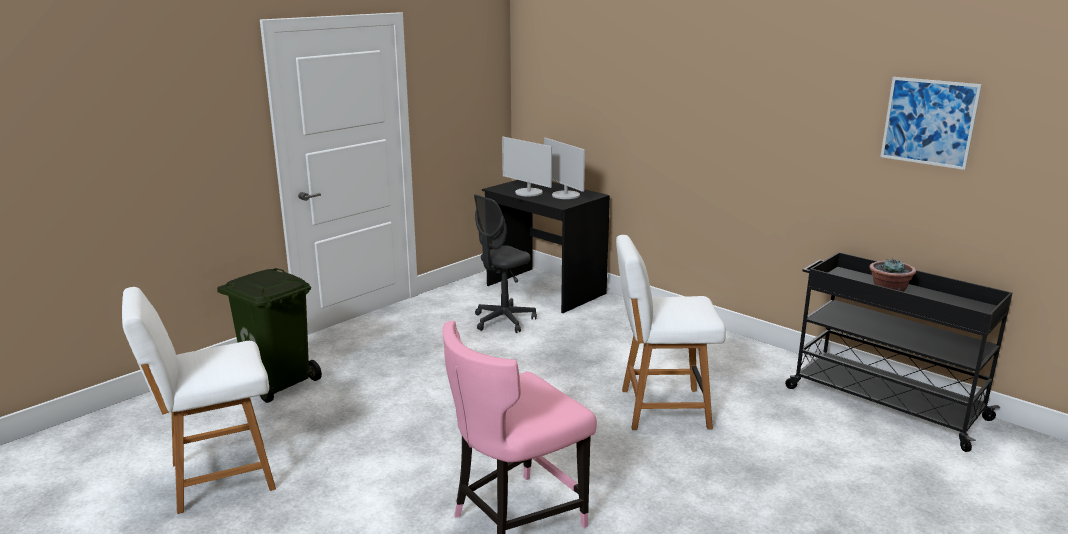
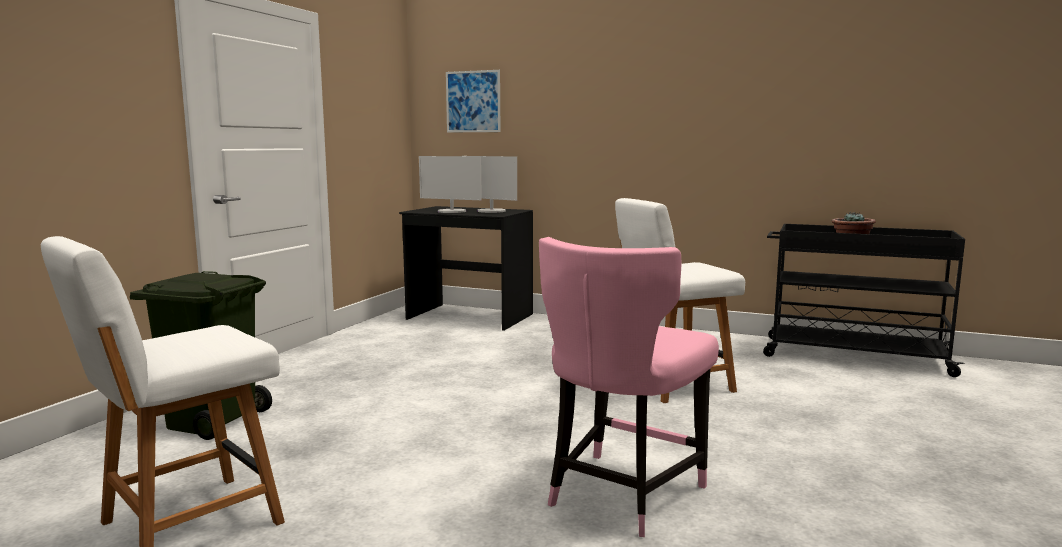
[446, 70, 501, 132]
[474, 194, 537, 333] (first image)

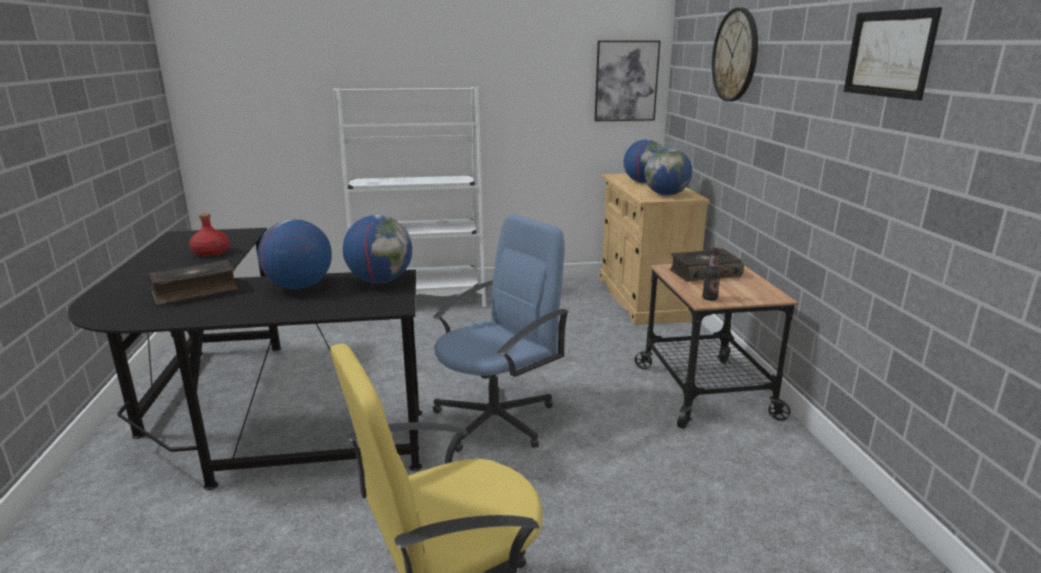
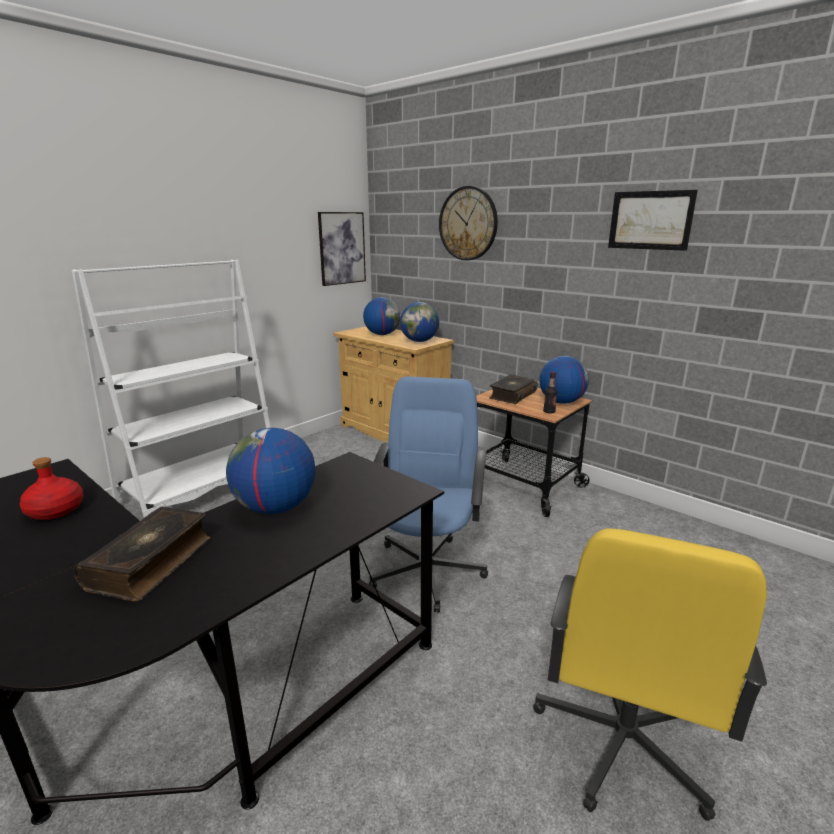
[539, 356, 589, 404]

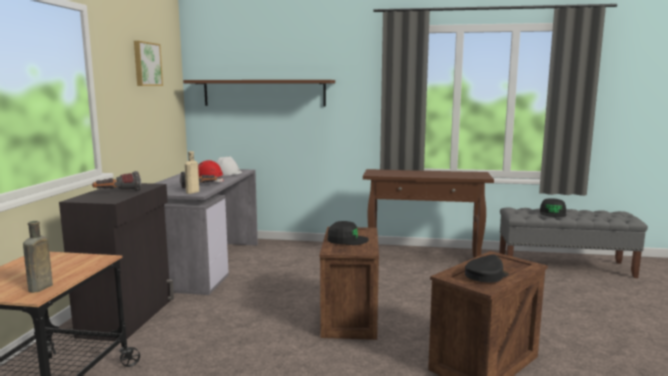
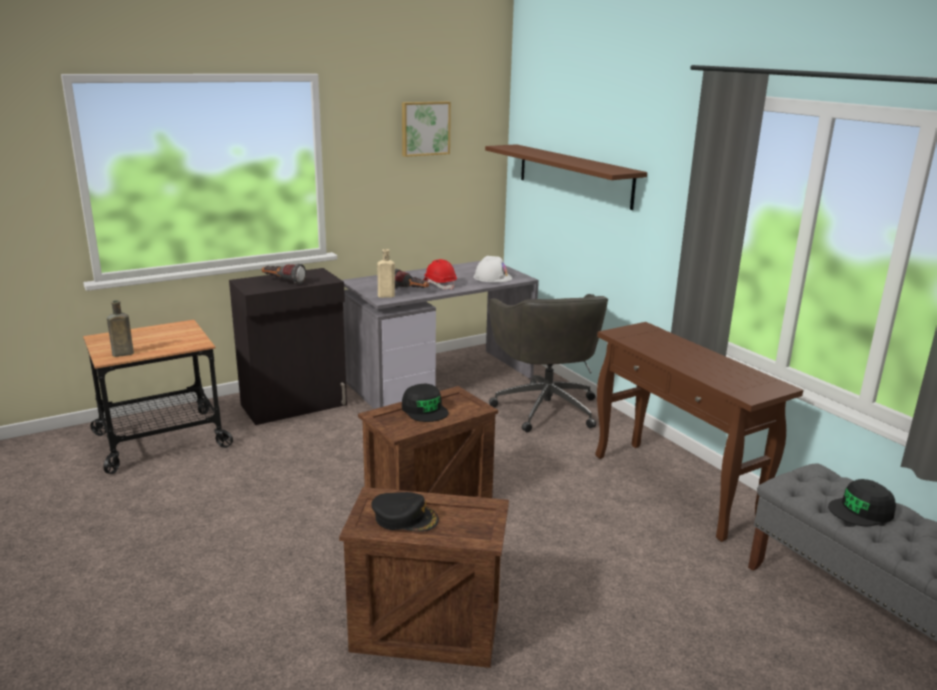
[489, 294, 608, 432]

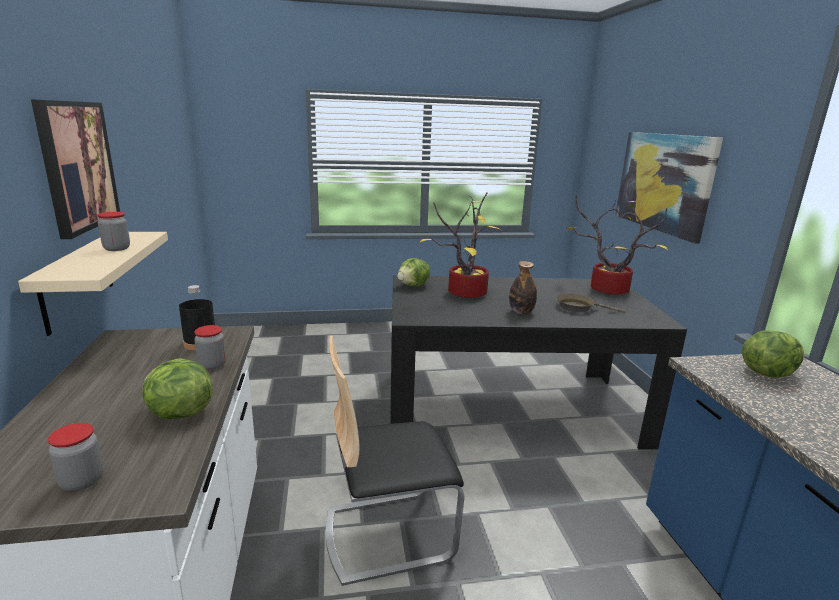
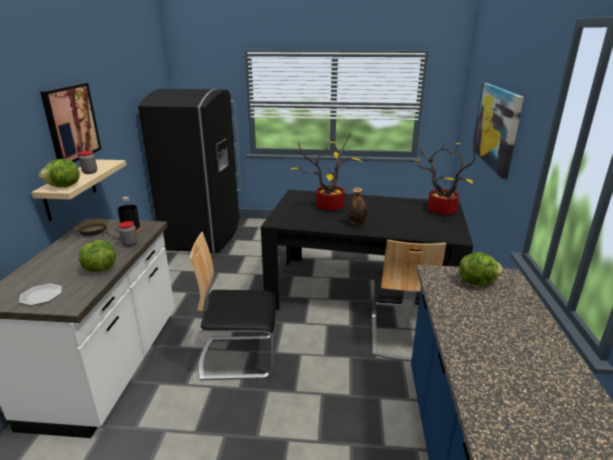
[19, 283, 62, 306]
[39, 159, 80, 187]
[74, 219, 120, 240]
[138, 89, 241, 253]
[372, 240, 446, 361]

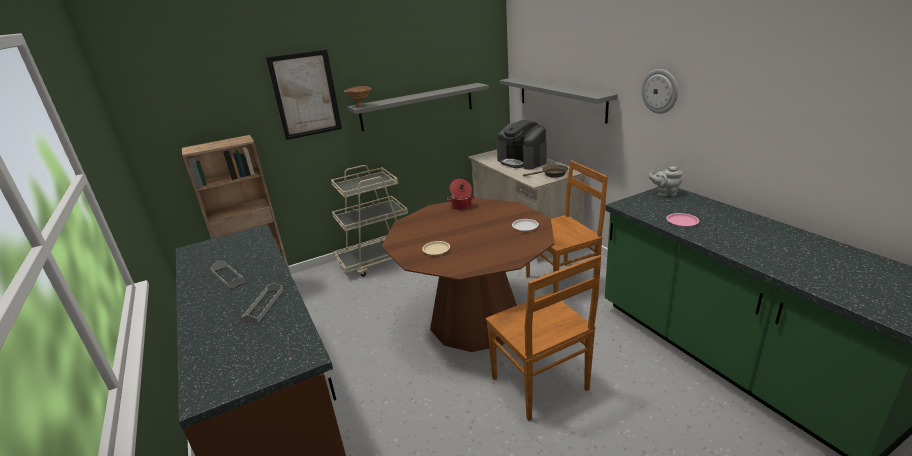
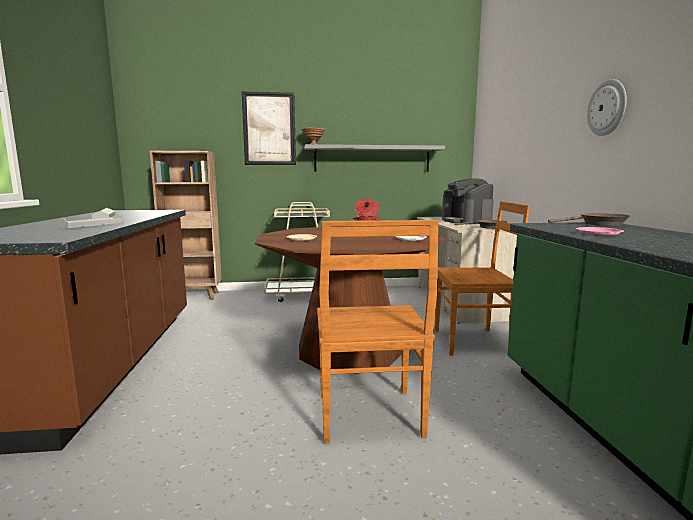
[548, 213, 630, 226]
[500, 77, 618, 124] (first image)

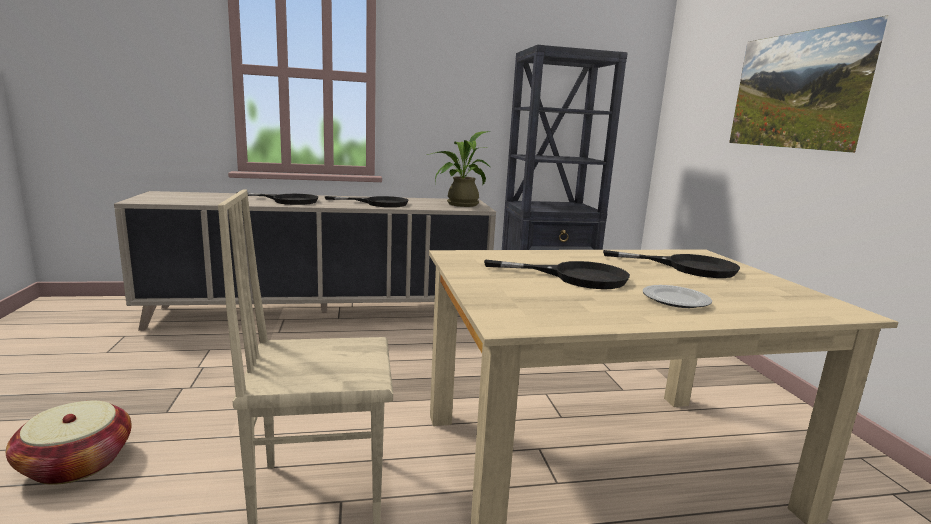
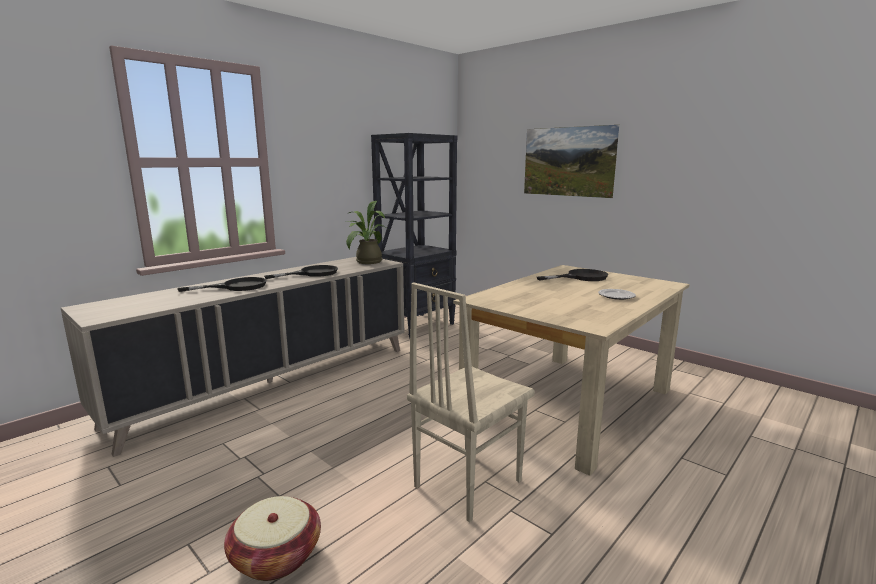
[484, 260, 630, 289] (first image)

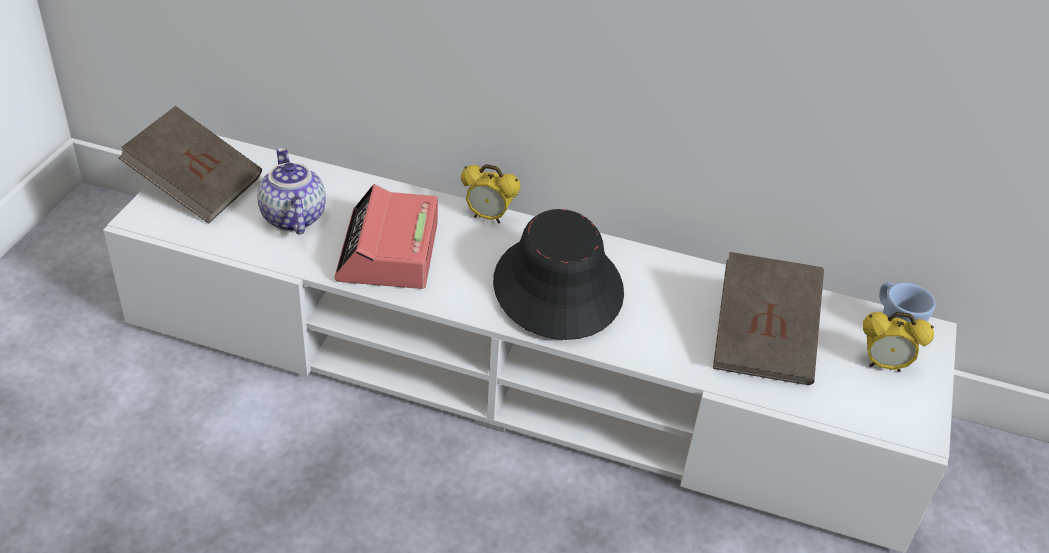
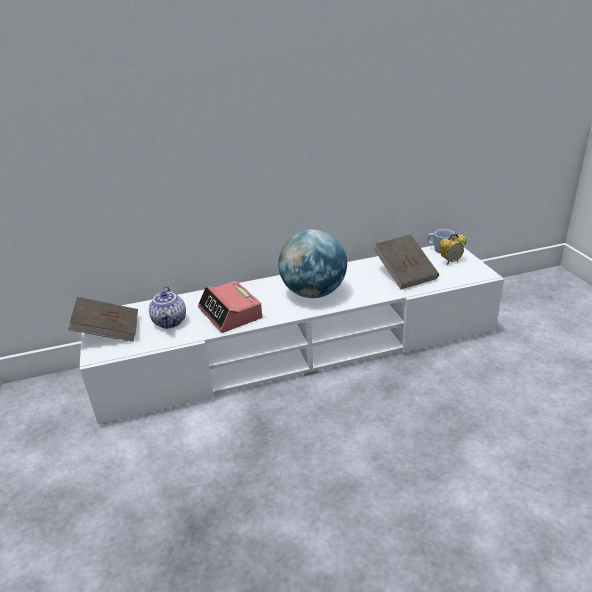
[149, 286, 186, 329]
[278, 229, 347, 298]
[461, 164, 521, 224] (first image)

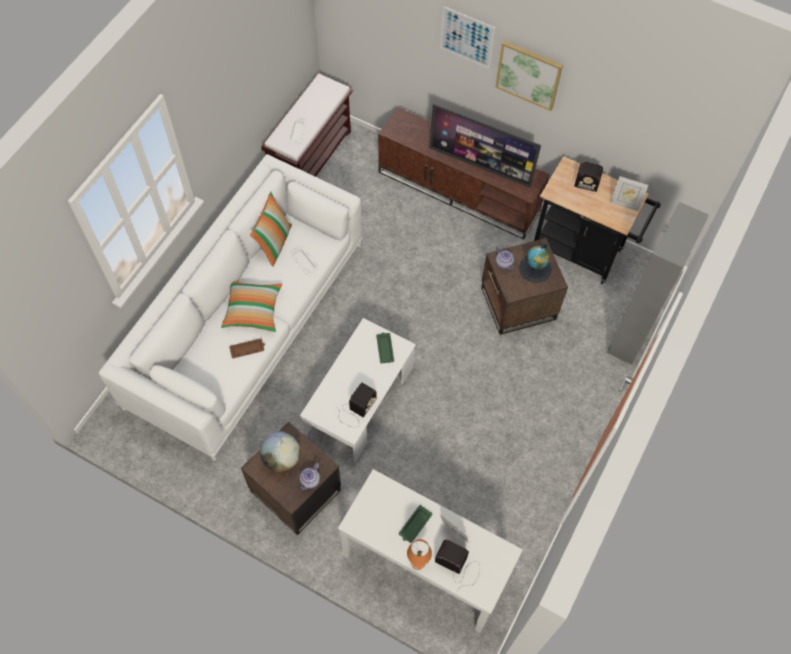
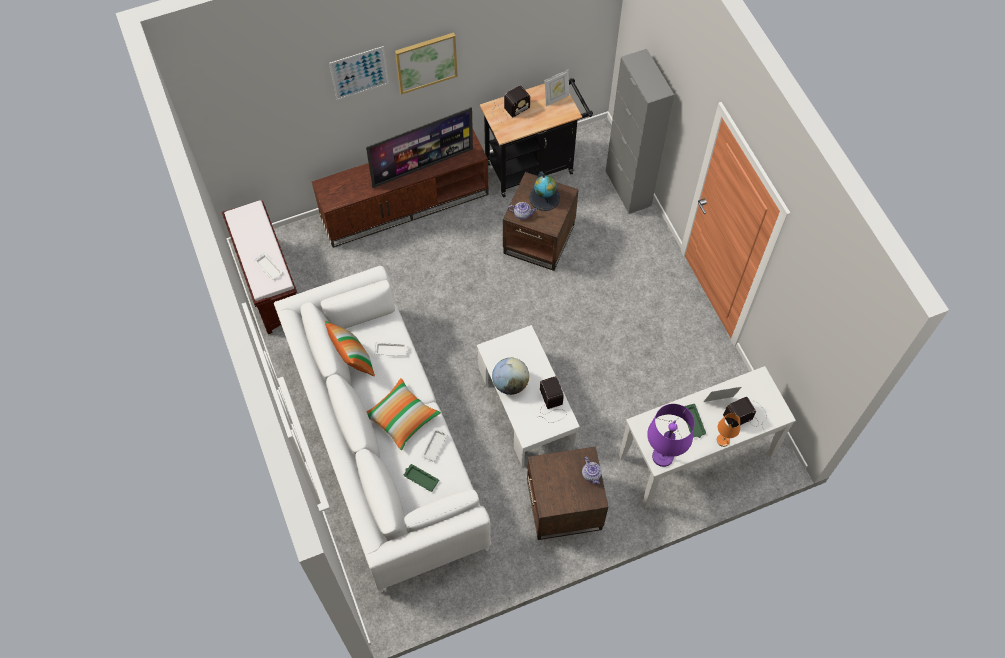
[404, 464, 439, 492]
[422, 428, 448, 462]
[492, 358, 529, 395]
[647, 404, 695, 467]

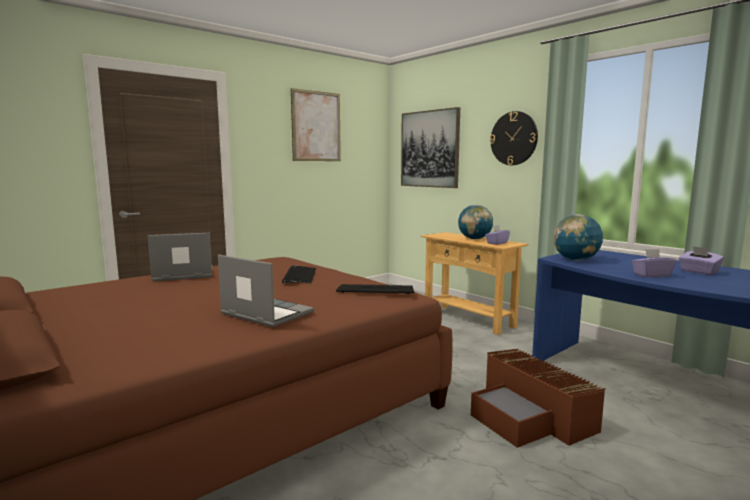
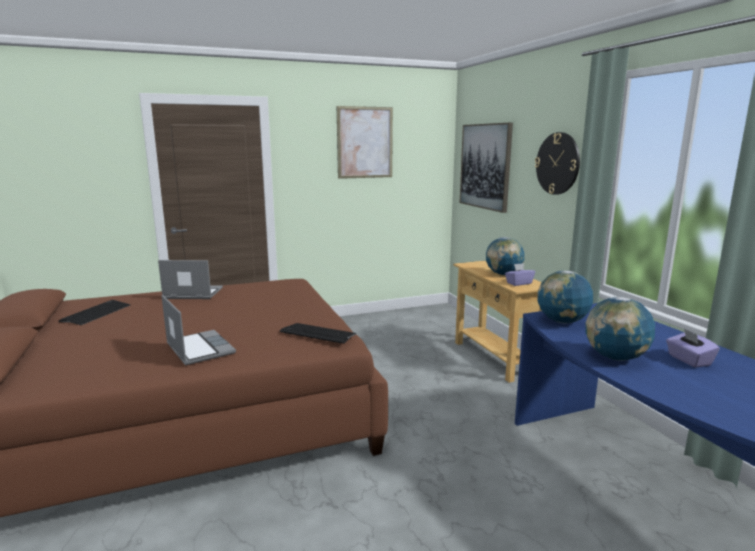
[58, 300, 131, 325]
[585, 297, 655, 361]
[471, 349, 606, 448] (first image)

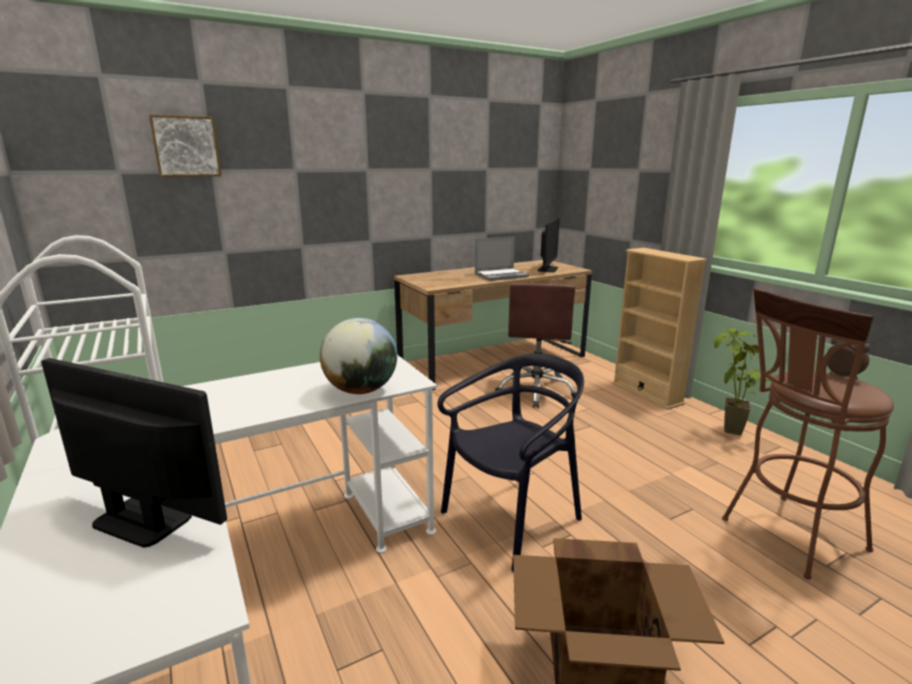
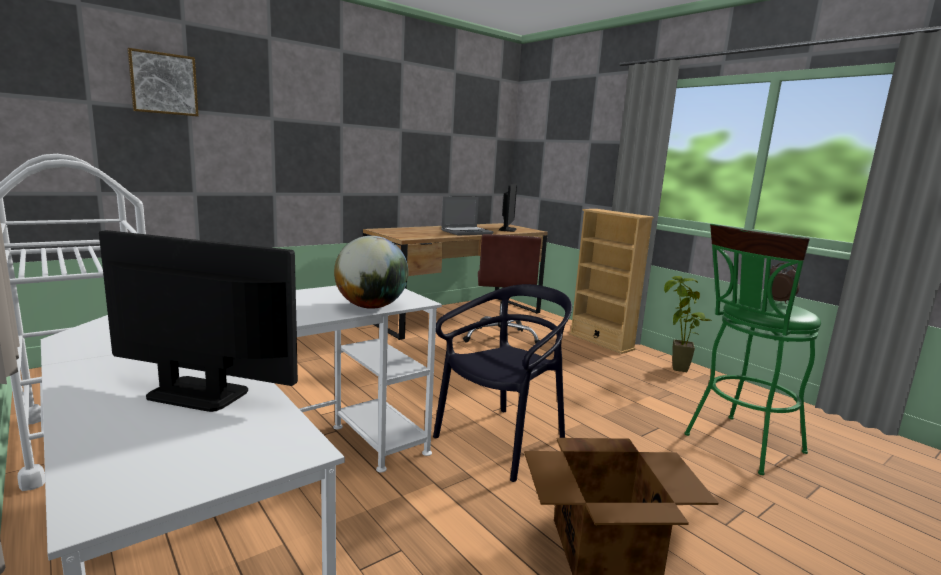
[684, 224, 821, 475]

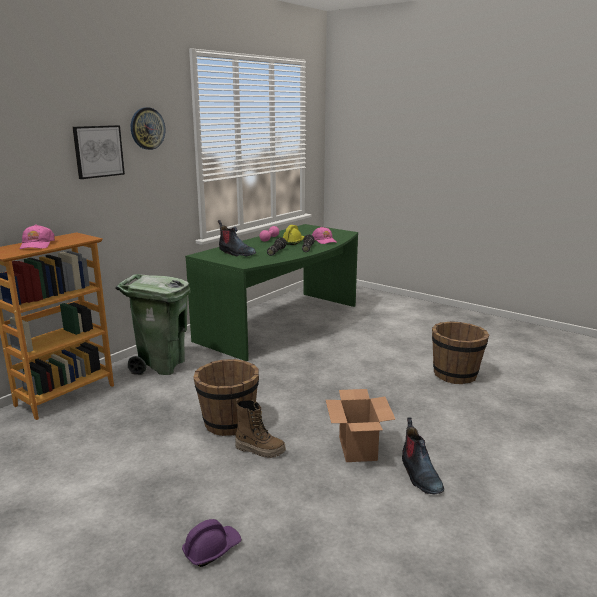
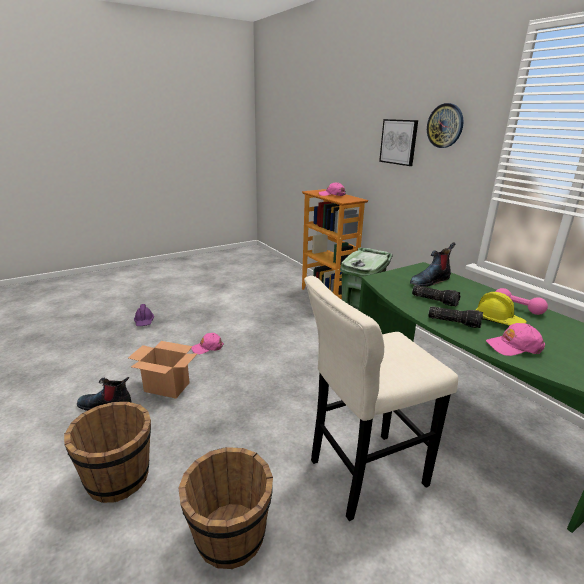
[64, 402, 151, 503]
[191, 333, 224, 354]
[304, 276, 458, 521]

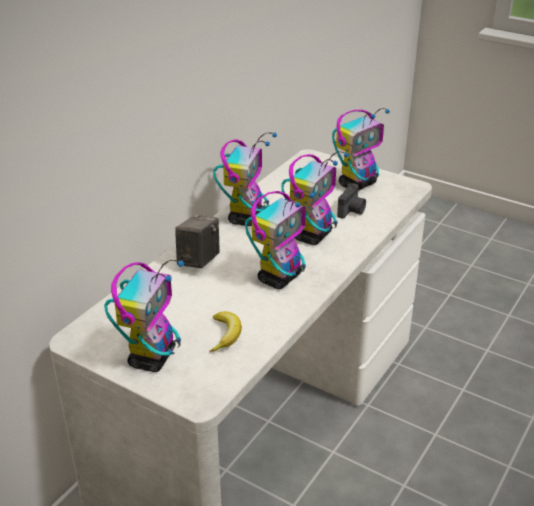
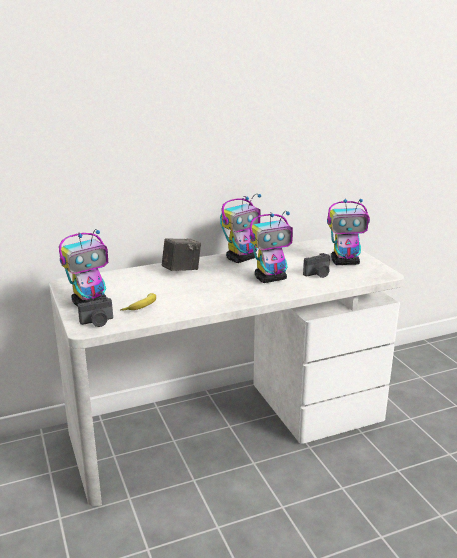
[78, 297, 113, 327]
[245, 191, 315, 289] (first image)

